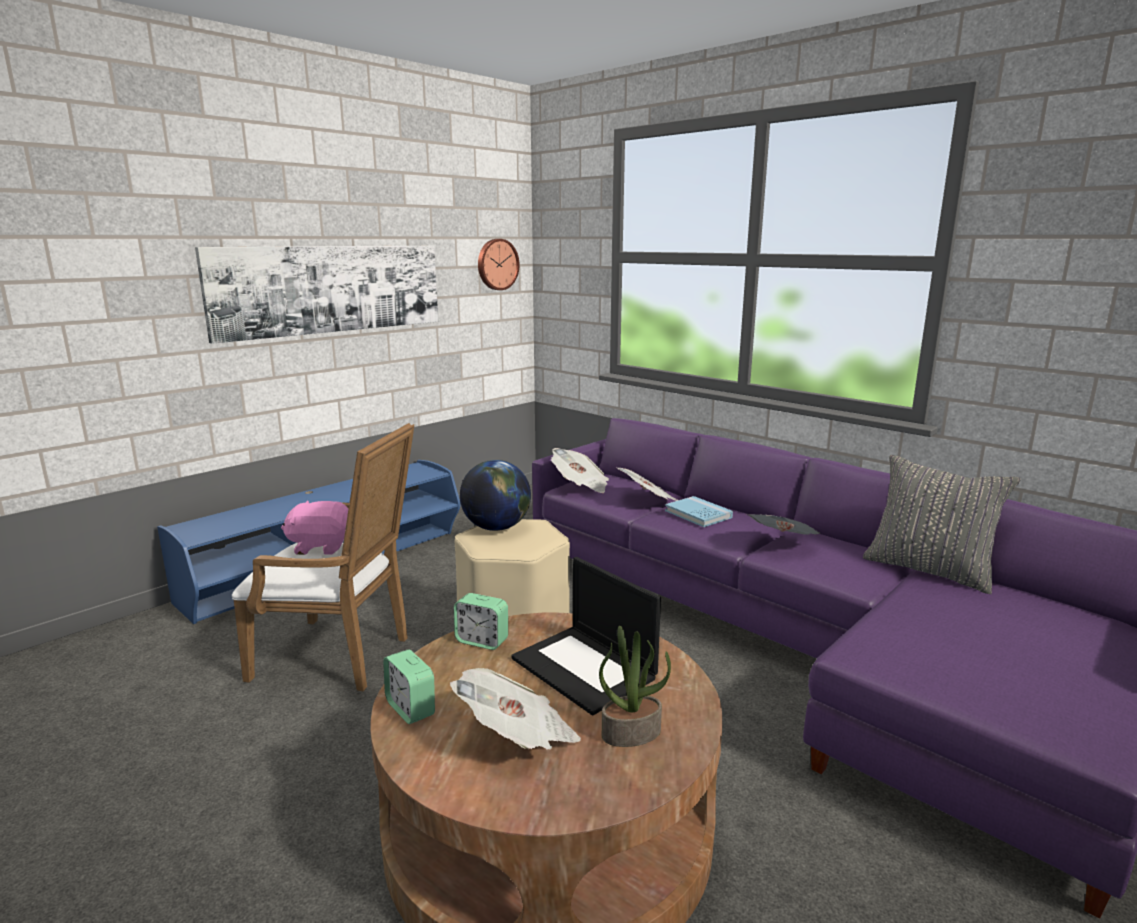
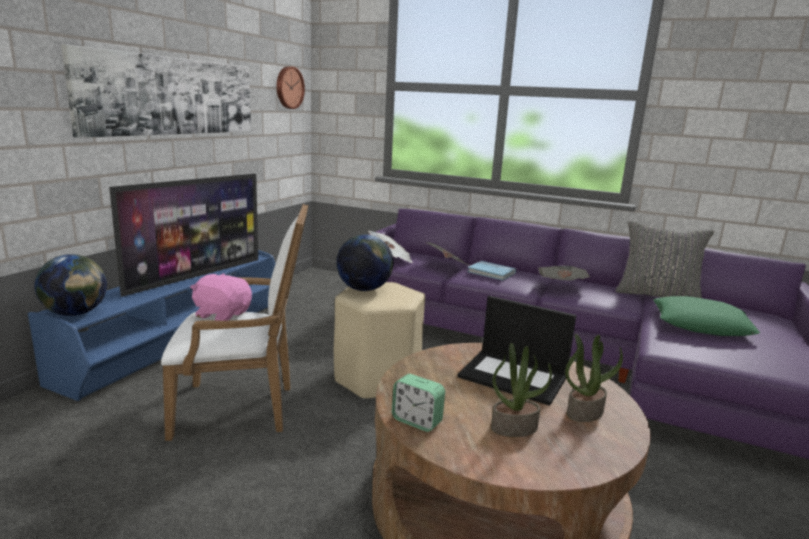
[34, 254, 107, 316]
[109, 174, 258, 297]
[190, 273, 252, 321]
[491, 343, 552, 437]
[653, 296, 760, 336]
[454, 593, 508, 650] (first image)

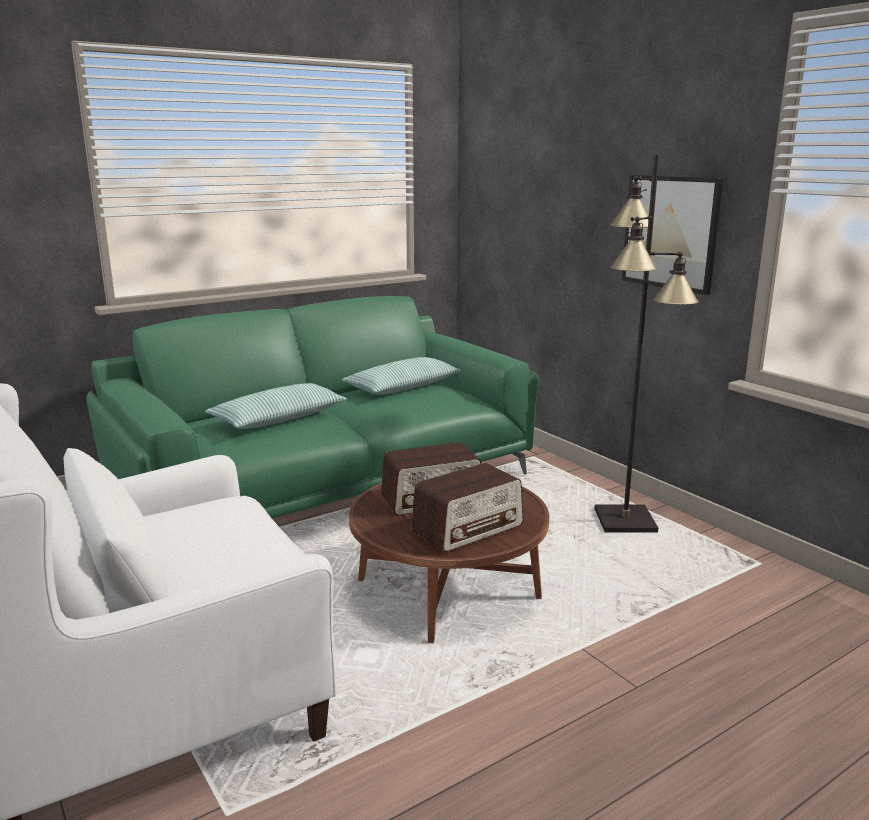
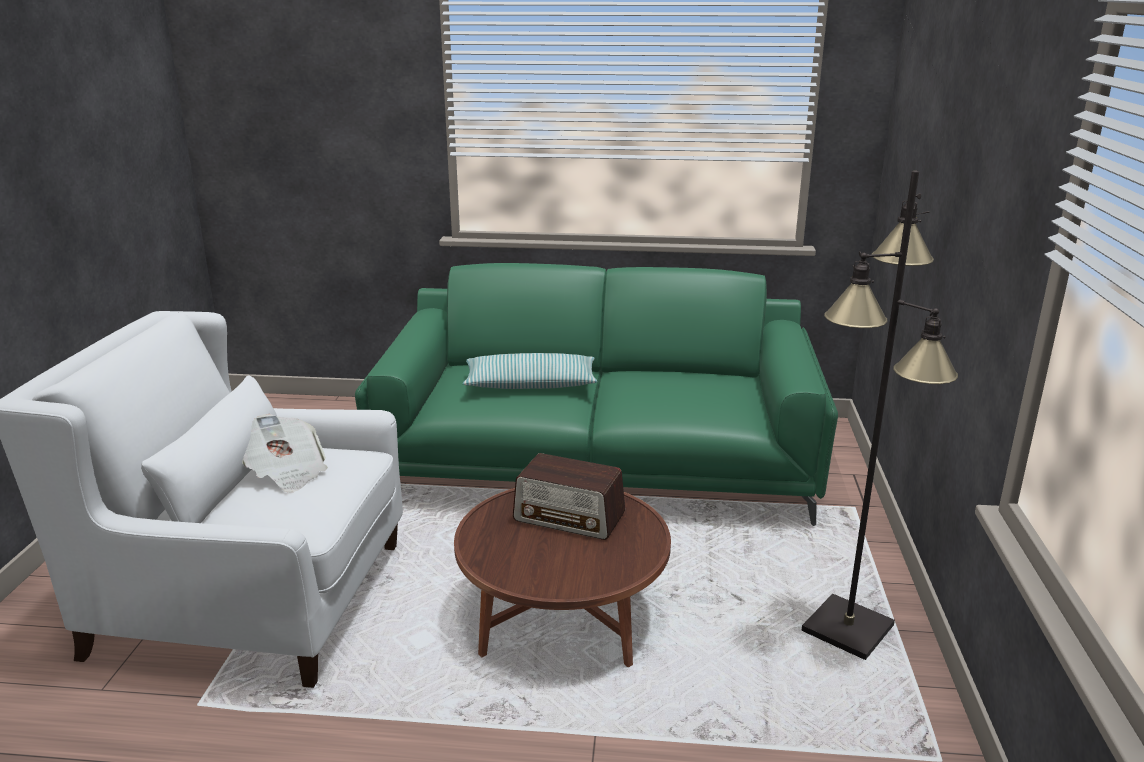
[242, 414, 328, 493]
[341, 357, 461, 395] (first image)
[411, 463, 523, 552] (first image)
[622, 175, 723, 295] (first image)

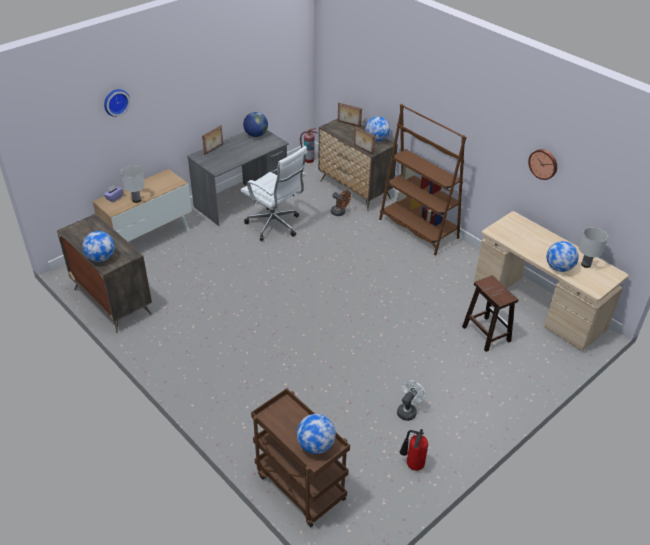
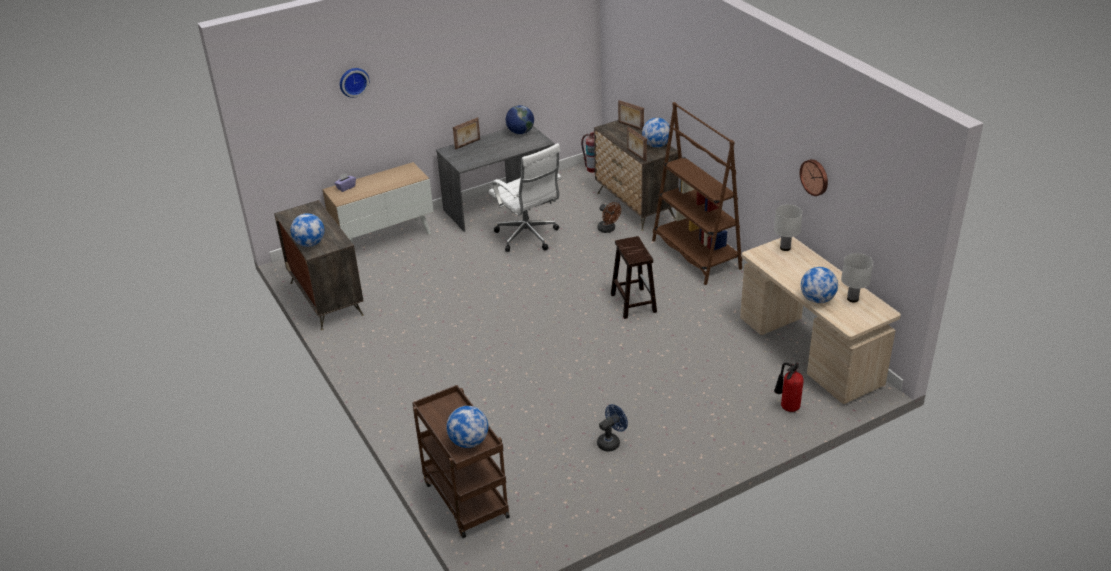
[597, 404, 628, 452]
[611, 236, 657, 319]
[774, 204, 803, 251]
[774, 363, 804, 412]

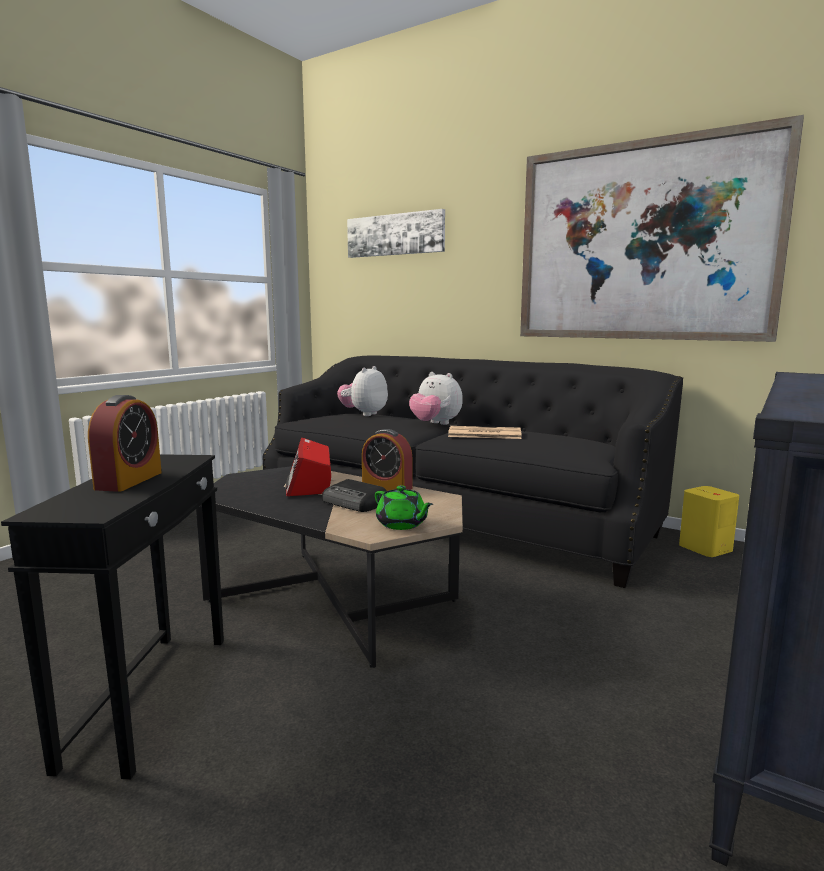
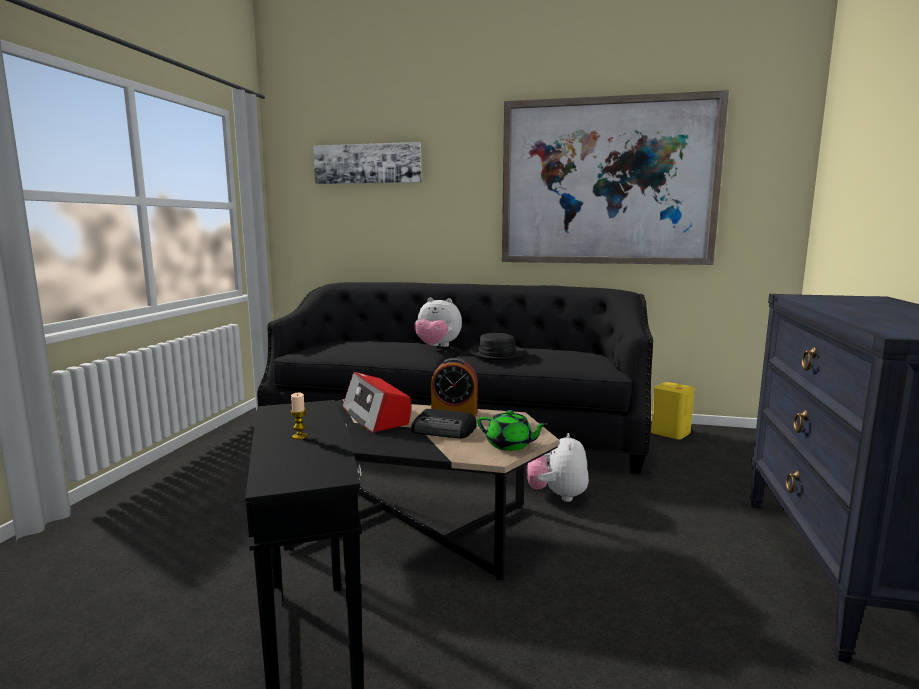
[291, 393, 308, 439]
[469, 333, 526, 360]
[527, 433, 589, 502]

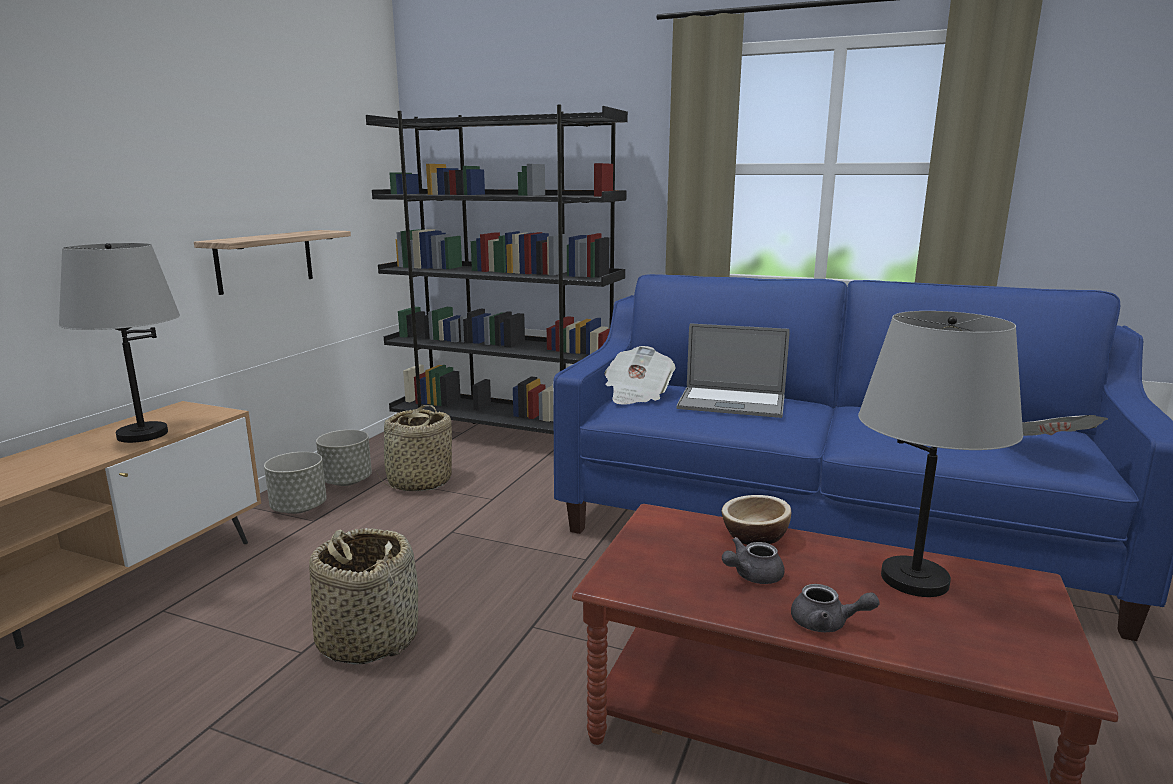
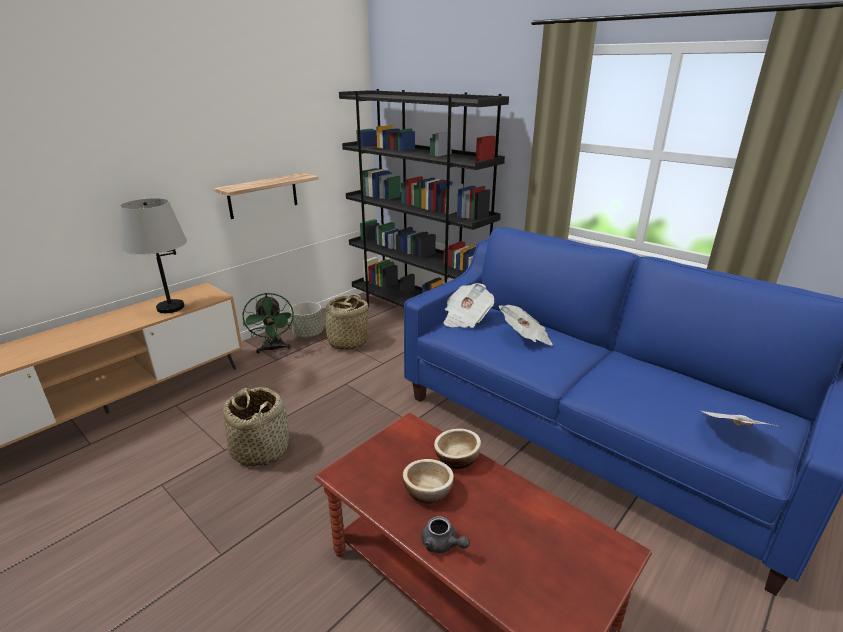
[242, 293, 294, 354]
[403, 459, 454, 504]
[499, 305, 553, 345]
[858, 311, 1023, 597] (first image)

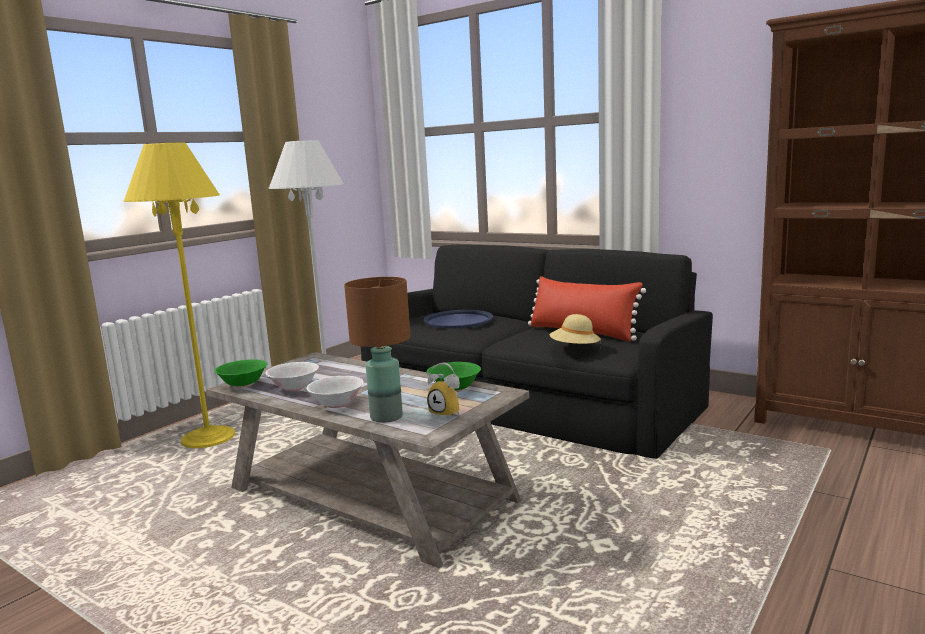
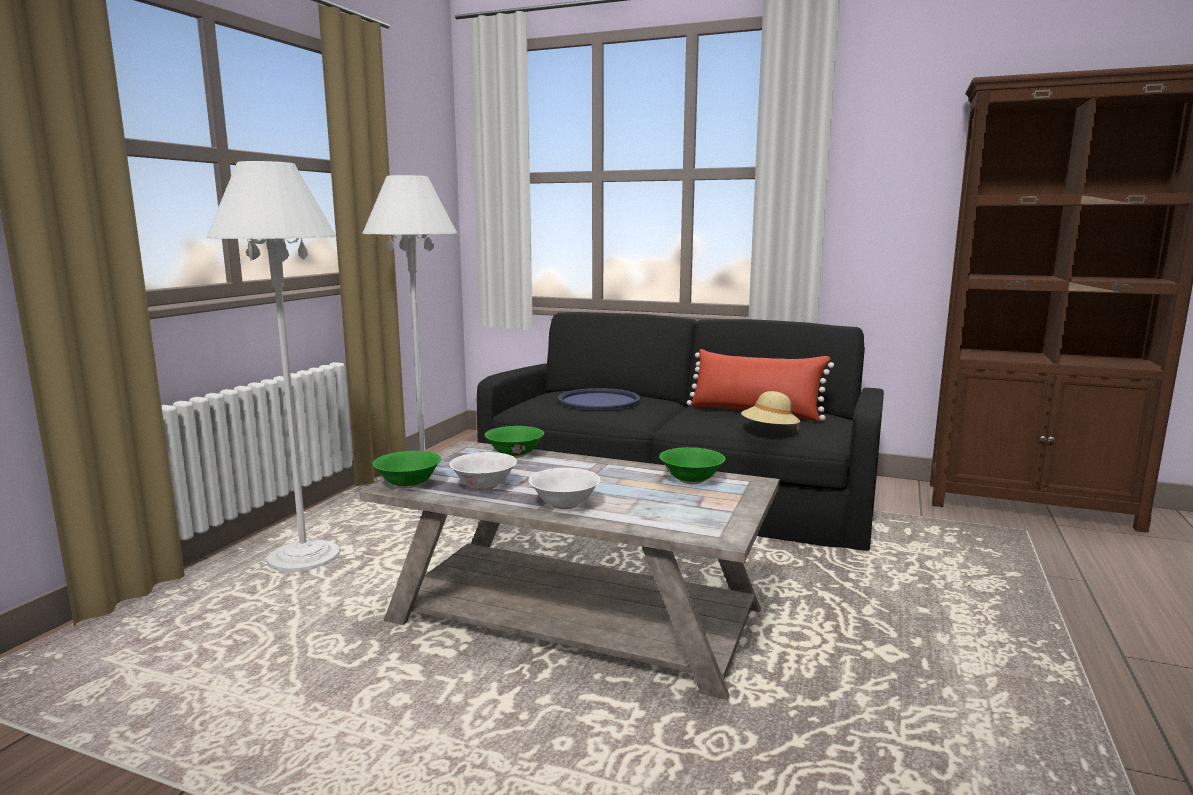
[206, 161, 340, 572]
[485, 426, 544, 458]
[344, 277, 410, 423] (first image)
[427, 363, 460, 419] (first image)

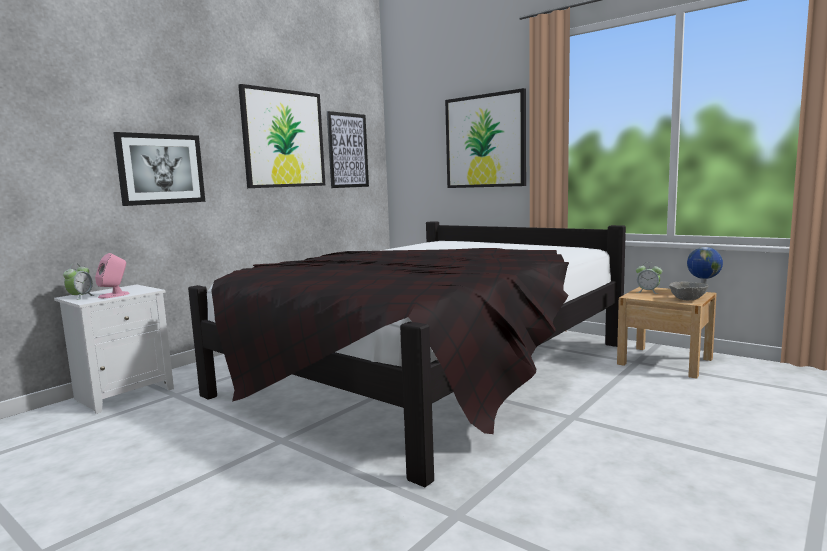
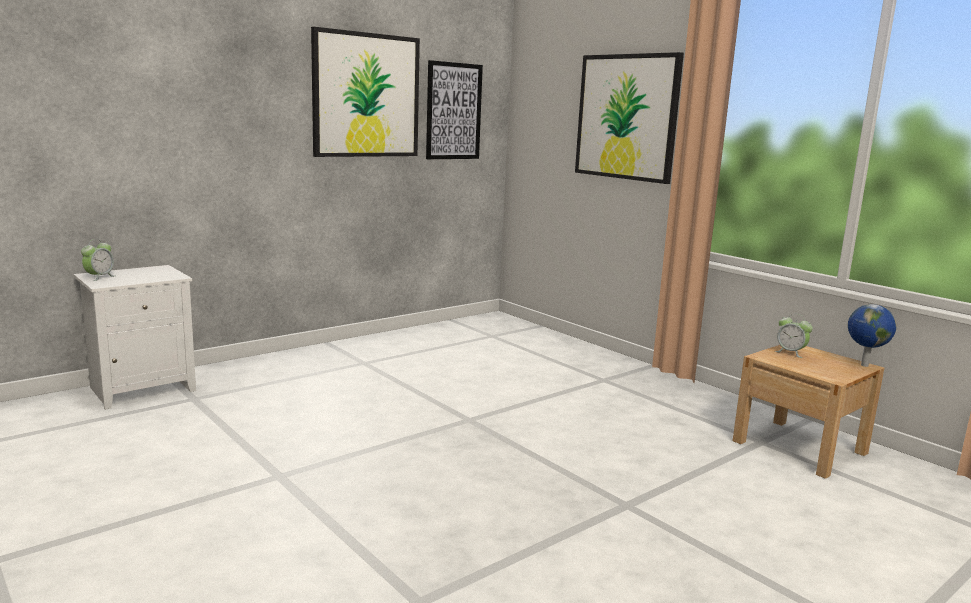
[95, 253, 130, 298] (first image)
[113, 132, 205, 206] (first image)
[188, 221, 626, 487] (first image)
[669, 282, 708, 300] (first image)

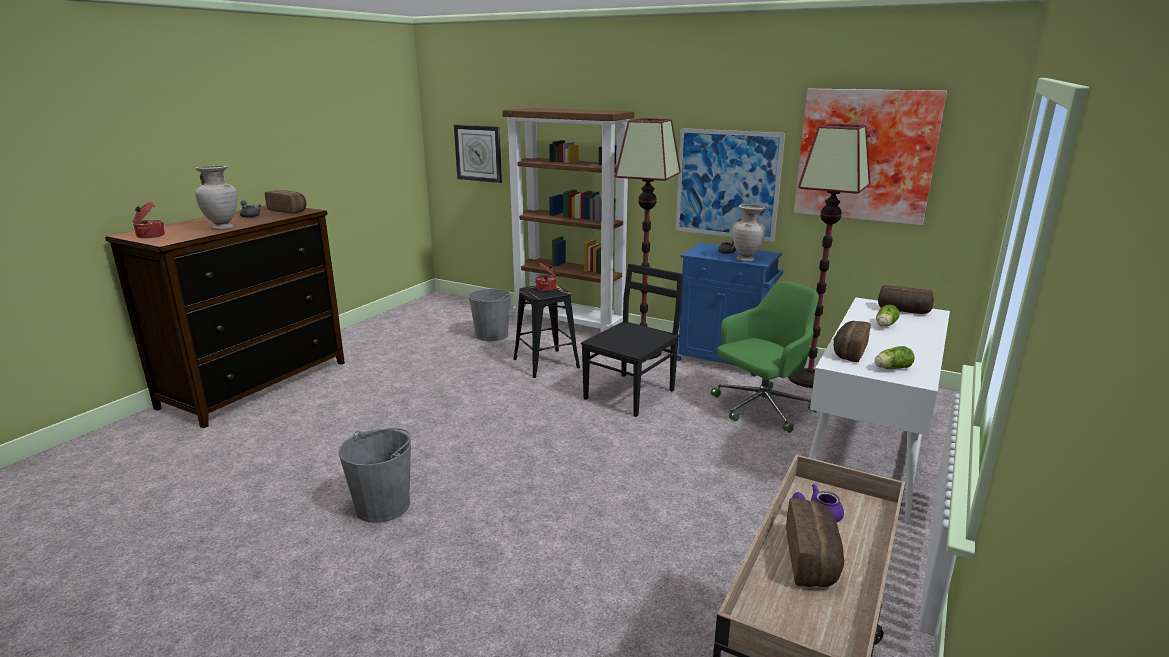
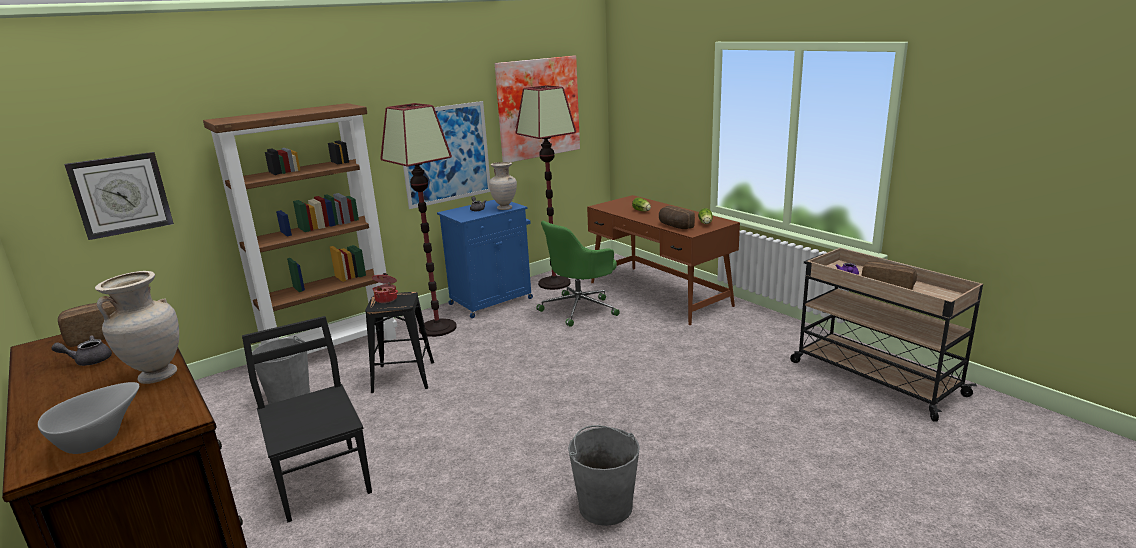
[38, 382, 139, 454]
[242, 316, 372, 523]
[536, 221, 620, 327]
[587, 195, 740, 325]
[878, 285, 934, 314] (first image)

